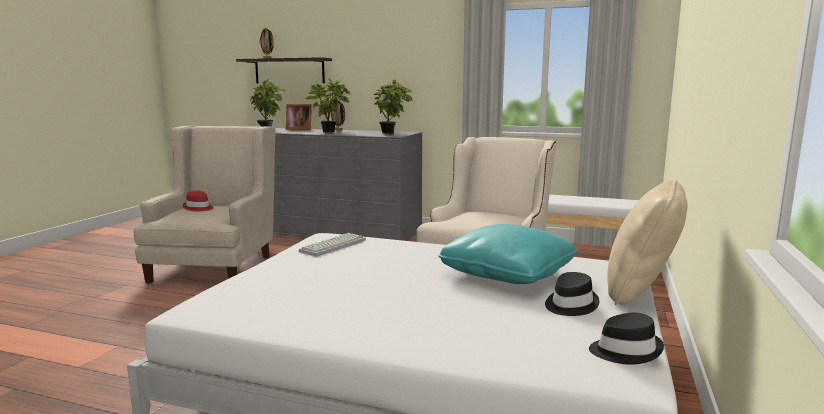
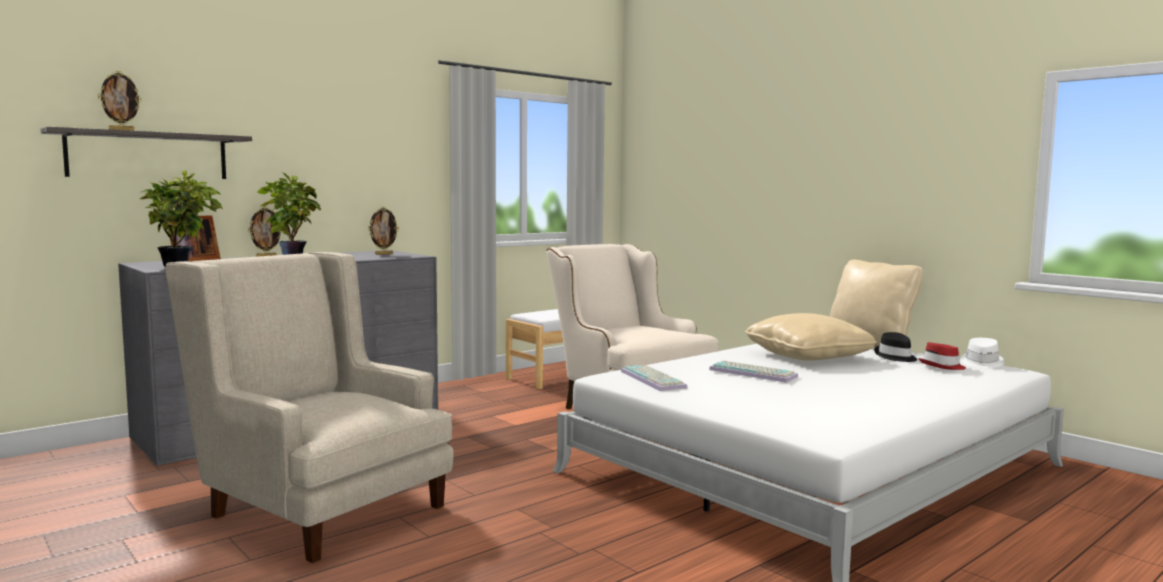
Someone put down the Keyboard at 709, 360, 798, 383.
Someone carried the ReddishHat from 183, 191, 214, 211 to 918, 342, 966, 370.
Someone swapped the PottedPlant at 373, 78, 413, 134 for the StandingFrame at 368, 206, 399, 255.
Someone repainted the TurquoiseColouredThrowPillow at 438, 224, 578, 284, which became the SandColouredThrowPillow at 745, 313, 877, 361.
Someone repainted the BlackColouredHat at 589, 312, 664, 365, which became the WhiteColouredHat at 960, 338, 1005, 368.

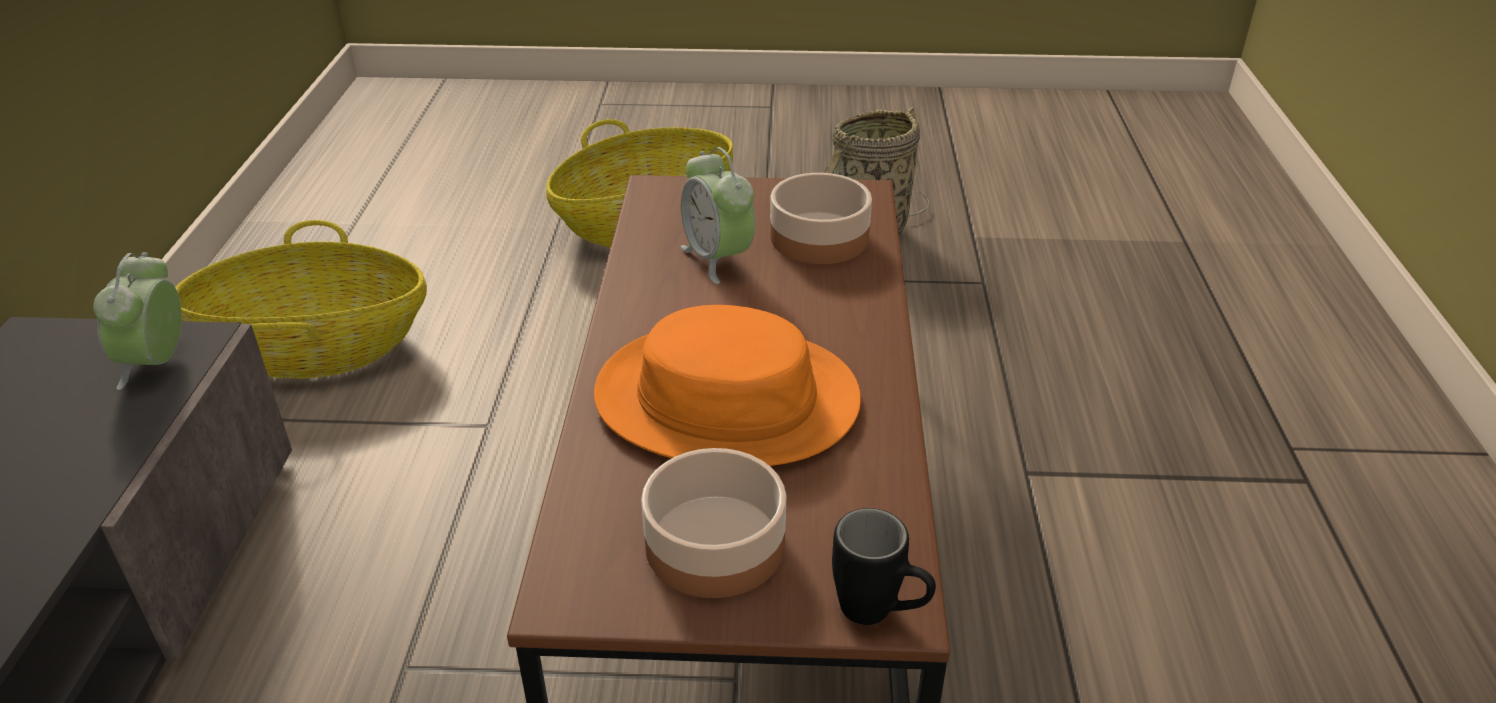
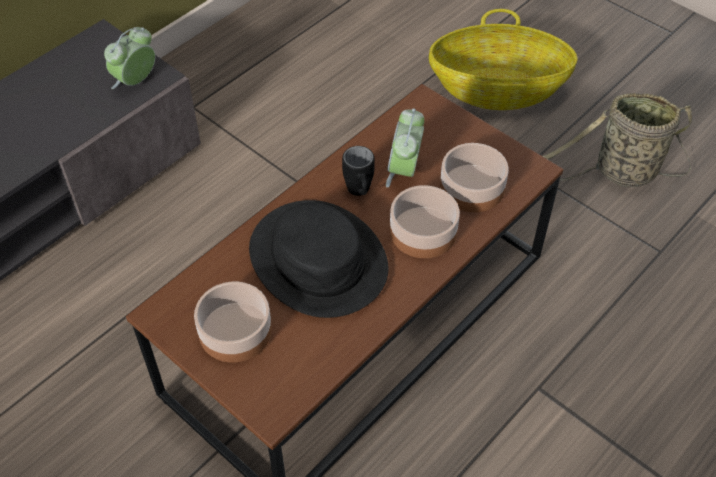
Someone took away the Basket at 175, 220, 427, 379.
Someone put down the ServingBowl at 390, 185, 460, 258.
Someone carried the BlackColouredCoffeeMug from 832, 508, 936, 625 to 342, 146, 375, 196.
Someone repainted the OrangeyHat at 594, 305, 861, 466, which became the BlackColouredHat at 249, 200, 389, 318.

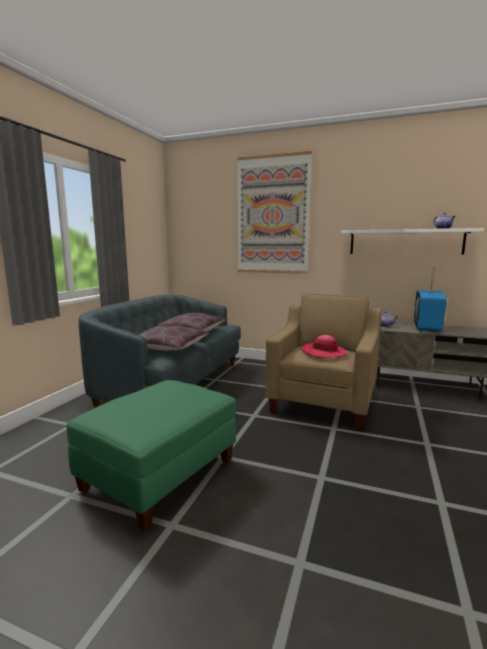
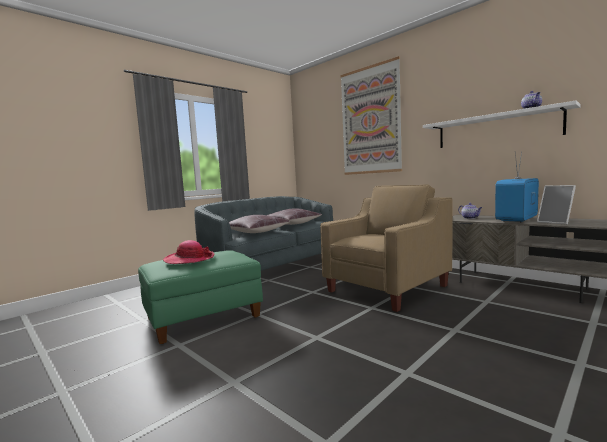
Someone put down the StandingFrame at 537, 185, 576, 225.
Someone carried the Hat from 301, 335, 347, 358 to 163, 240, 215, 264.

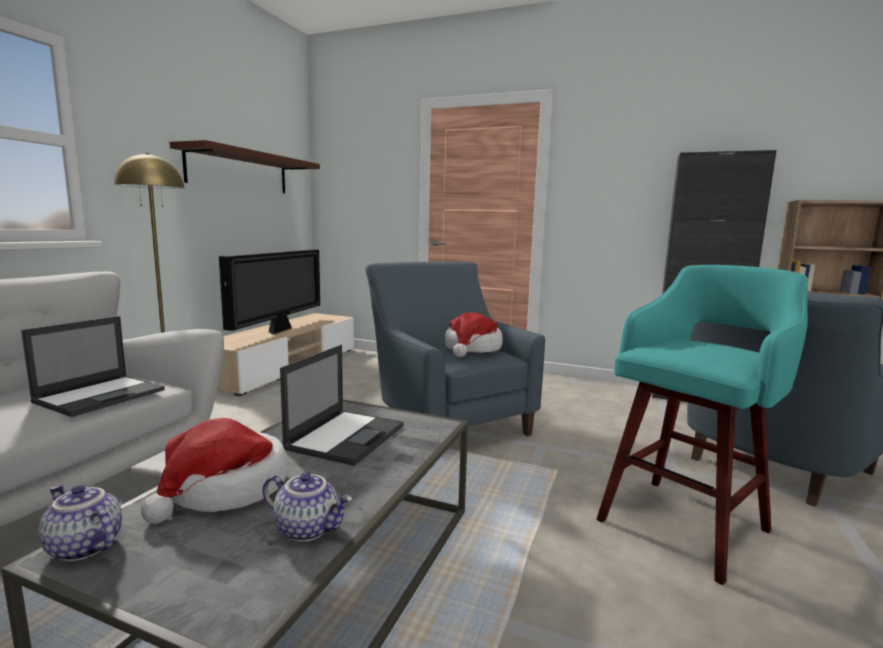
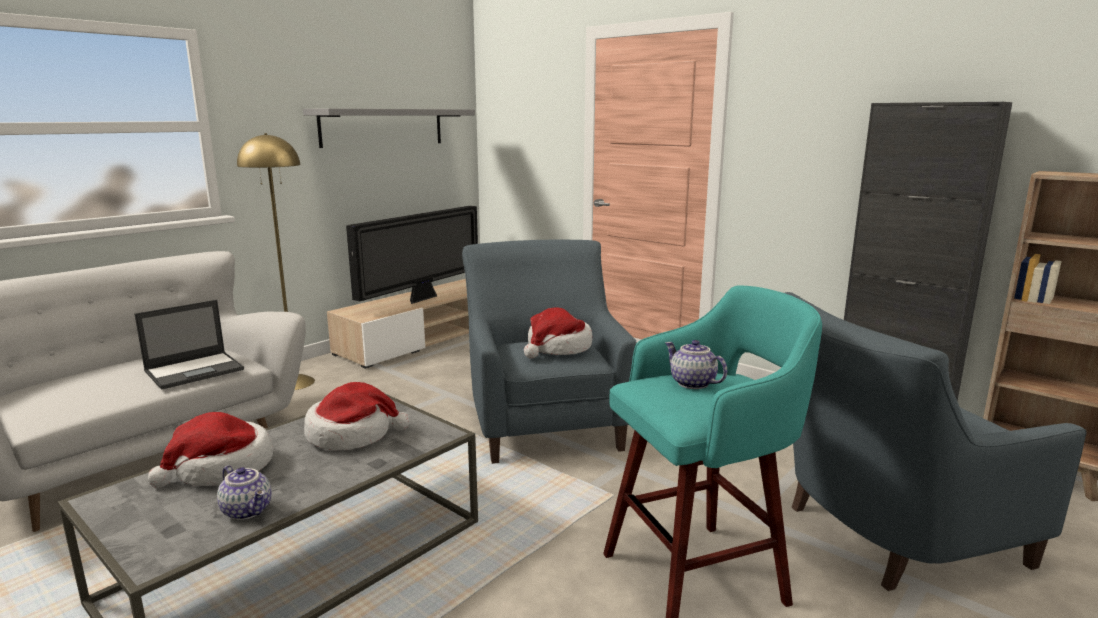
Someone carried the TeaPot from 39, 485, 122, 561 to 665, 340, 728, 389.
Someone swapped the Laptop at 280, 345, 404, 466 for the Hat at 304, 382, 409, 451.
Someone repainted the BrownColouredBracketShelf at 169, 140, 320, 193, which became the GreyishBracketShelf at 303, 108, 475, 148.

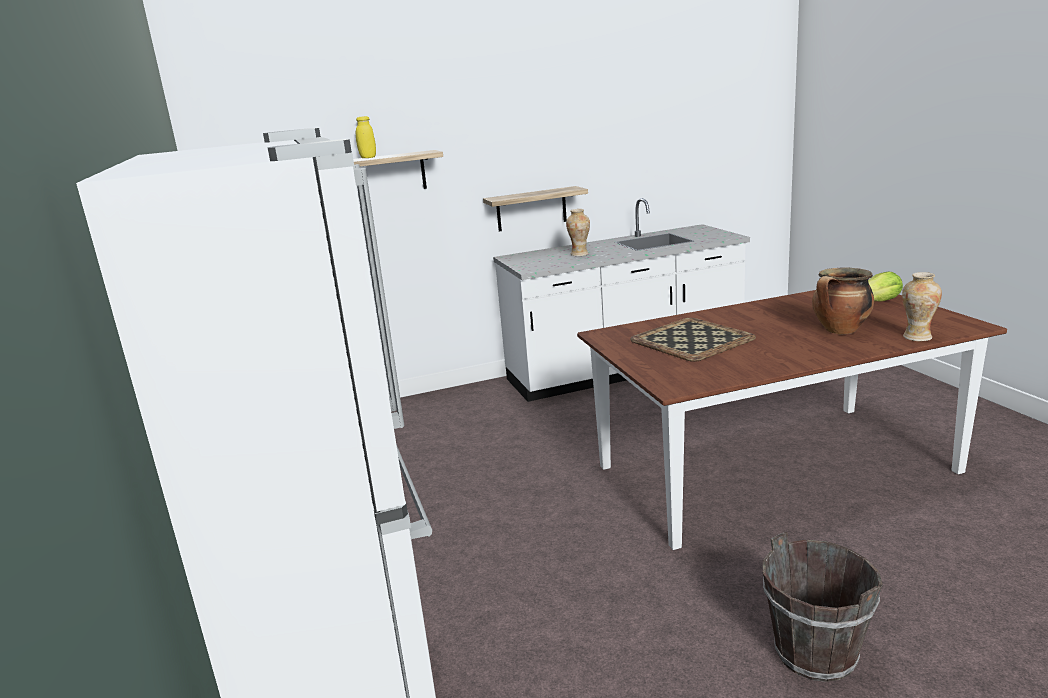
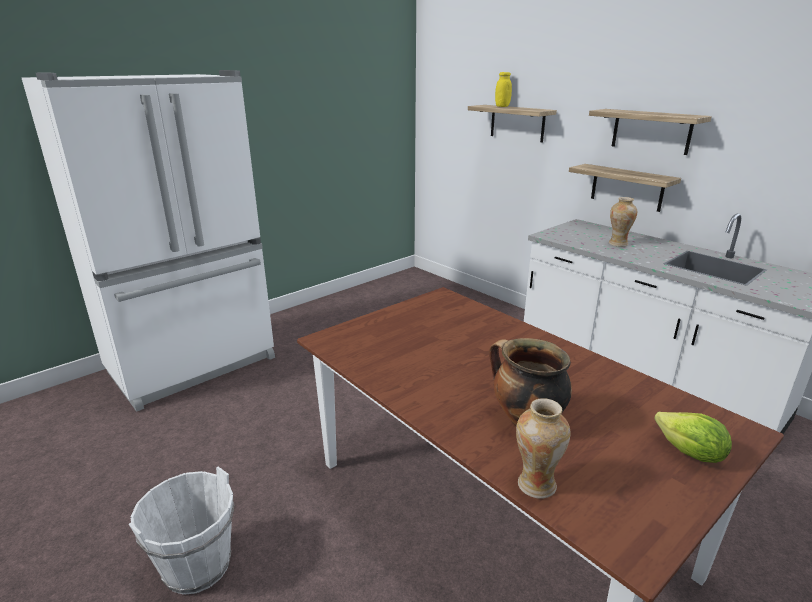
Someone took away the Tray at 630, 318, 756, 362.
Someone put up the BracketShelf at 589, 109, 712, 155.
Someone repainted the BrownColouredWaterBucket at 762, 532, 883, 682, which became the WhiteColouredWaterBucket at 129, 467, 234, 595.

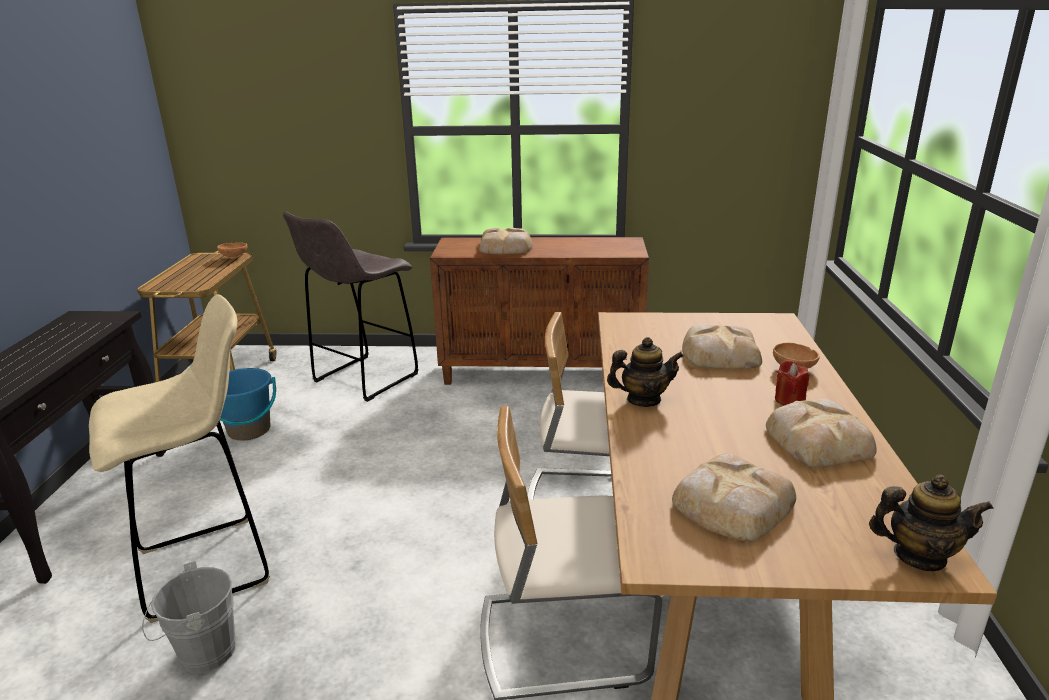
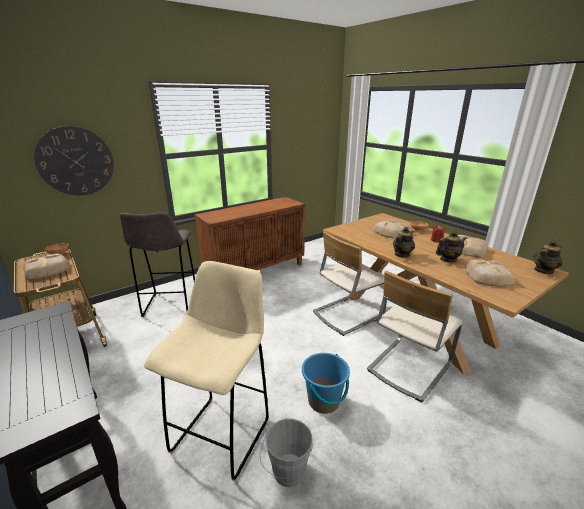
Someone put up the ClockOnTheWall at 34, 126, 114, 195.
Someone put down the TeaPot at 436, 231, 467, 263.
Someone carried the BluishWaterBucket from 220, 368, 276, 440 to 302, 353, 350, 414.
Someone carried the Bread from 479, 228, 533, 254 to 23, 254, 70, 279.

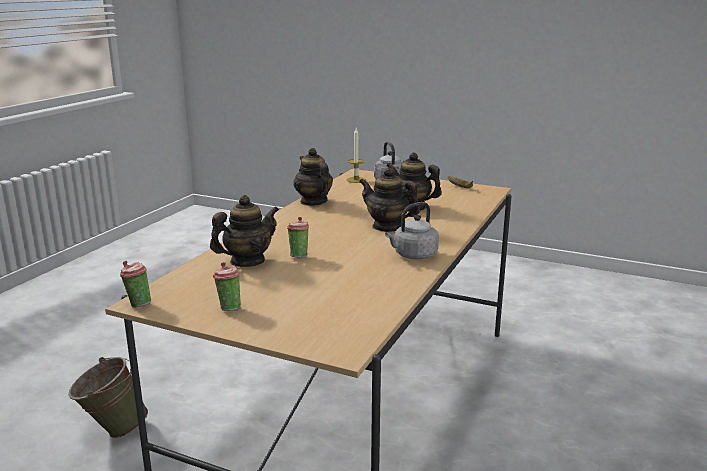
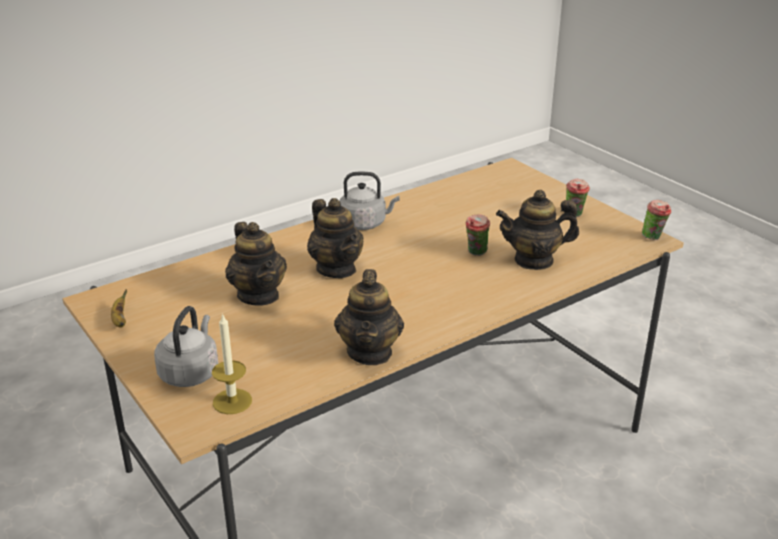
Someone took away the GreenWaterBucket at 68, 357, 148, 438.

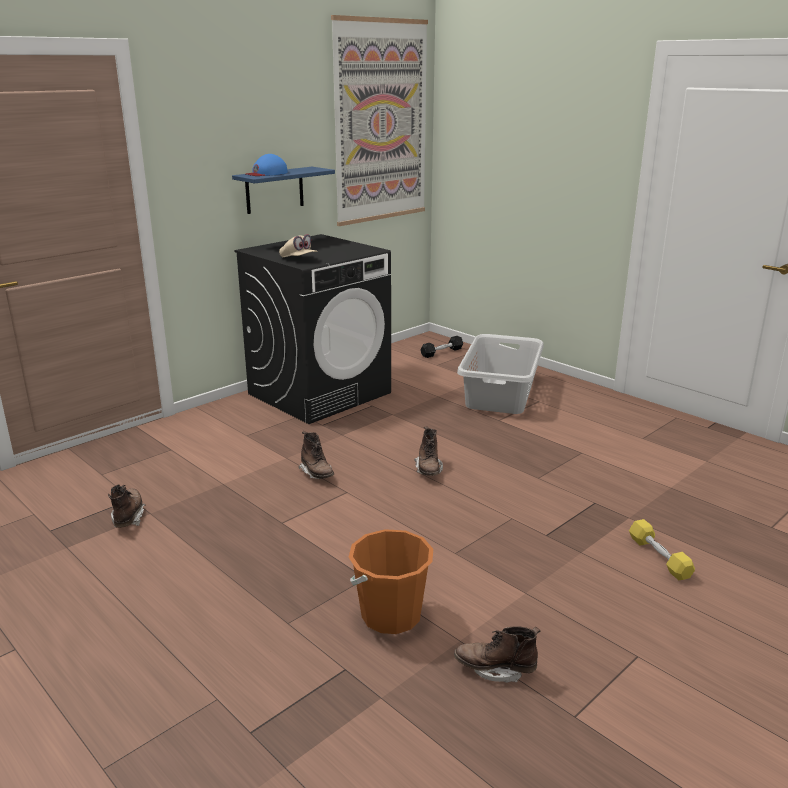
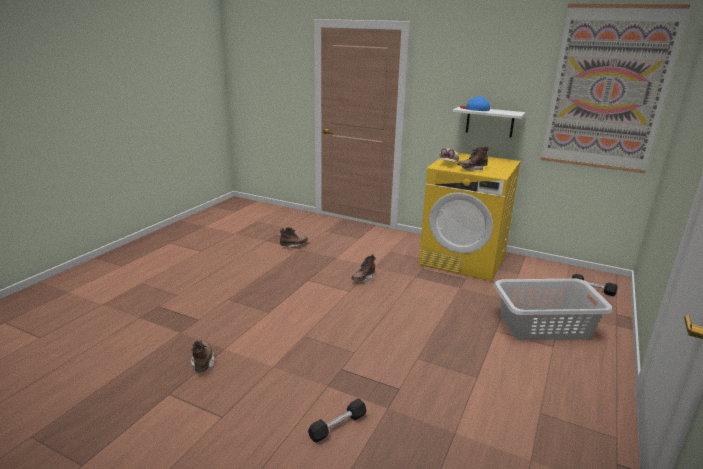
Someone took away the OrangeyWaterBucket at 349, 529, 433, 634.
Someone carried the BrownColouredTallBoot from 414, 426, 443, 476 to 457, 146, 489, 171.
Someone repainted the BluishBracketShelf at 232, 167, 335, 214, which became the WhiteColouredBracketShelf at 453, 106, 526, 138.
Someone repainted the BlackColouredLaundryMachine at 234, 234, 391, 424, which became the YellowishLaundryMachine at 419, 153, 521, 282.
Someone repainted the YellowishFreeWeight at 629, 519, 695, 580, which became the BlackColouredFreeWeight at 308, 398, 367, 443.

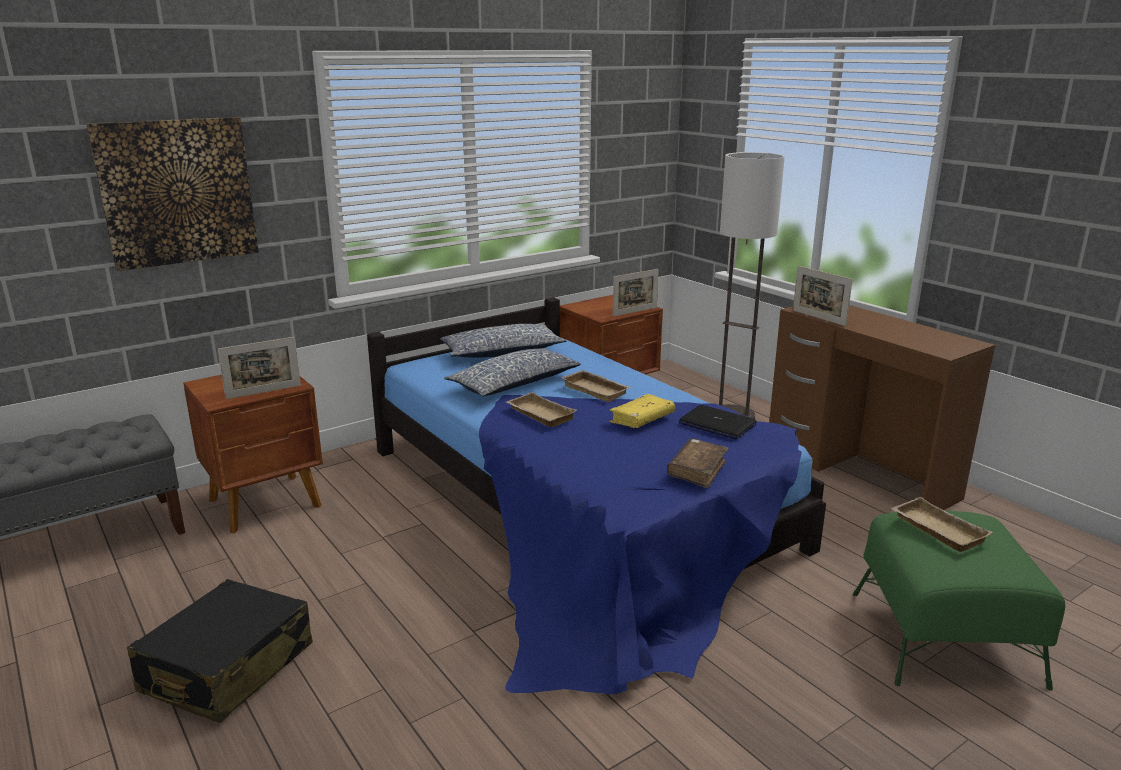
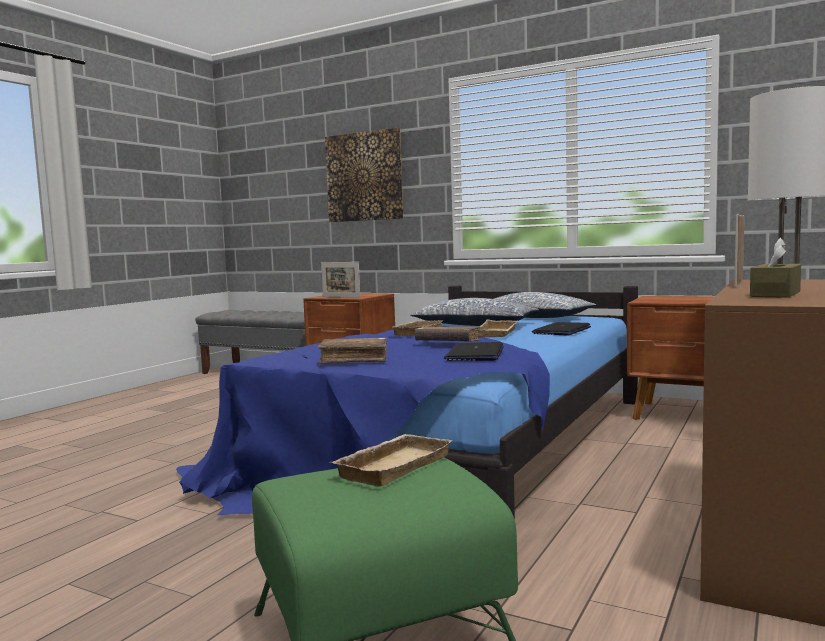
Someone took away the BlackColouredPieceOfLuggage at 127, 579, 313, 723.
Someone took away the StandingFrame at 613, 269, 659, 317.
Someone put down the Laptop at 532, 322, 591, 336.
Someone put down the BrownColouredTissueBox at 750, 238, 801, 298.
Someone repainted the YellowishBook at 609, 394, 675, 428, which became the BrownColouredBook at 415, 326, 481, 342.

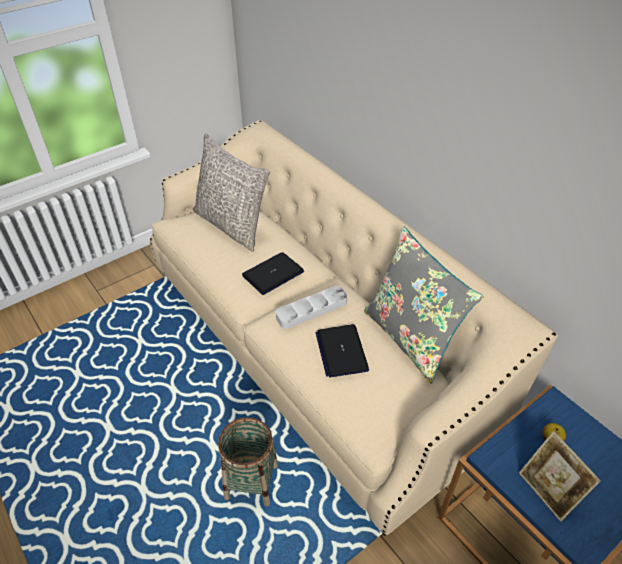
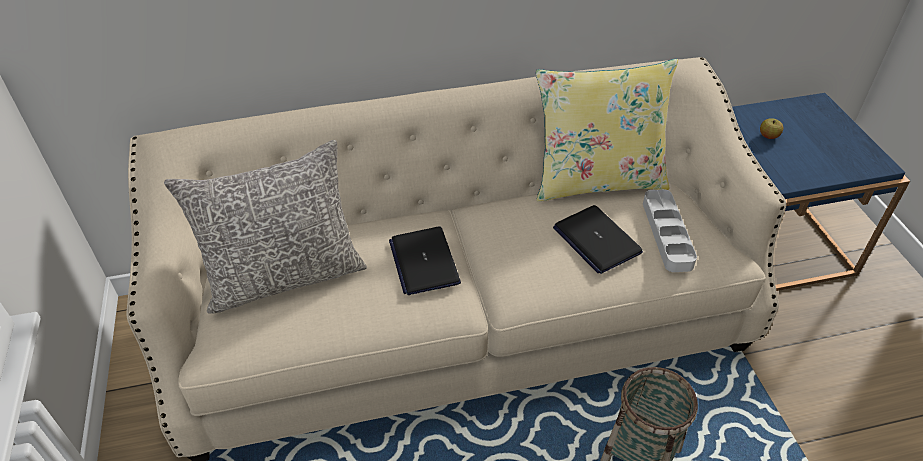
Someone took away the StandingFrame at 519, 431, 601, 522.
Someone carried the GreyishTray from 276, 286, 347, 329 to 643, 189, 697, 272.
Someone repainted the GreyishThrowPillow at 364, 227, 483, 384, which became the YellowishThrowPillow at 536, 59, 678, 202.
Someone rotated the Laptop at 315, 324, 369, 378 by 45 degrees clockwise.

